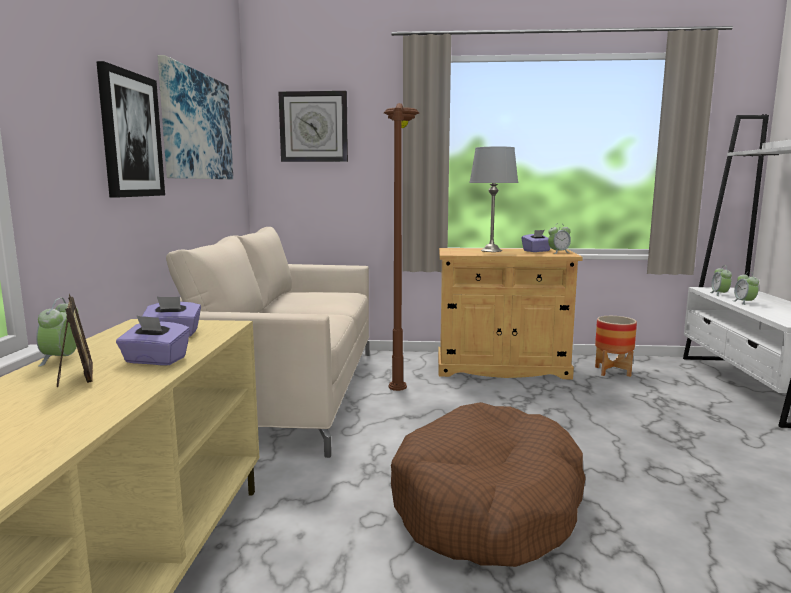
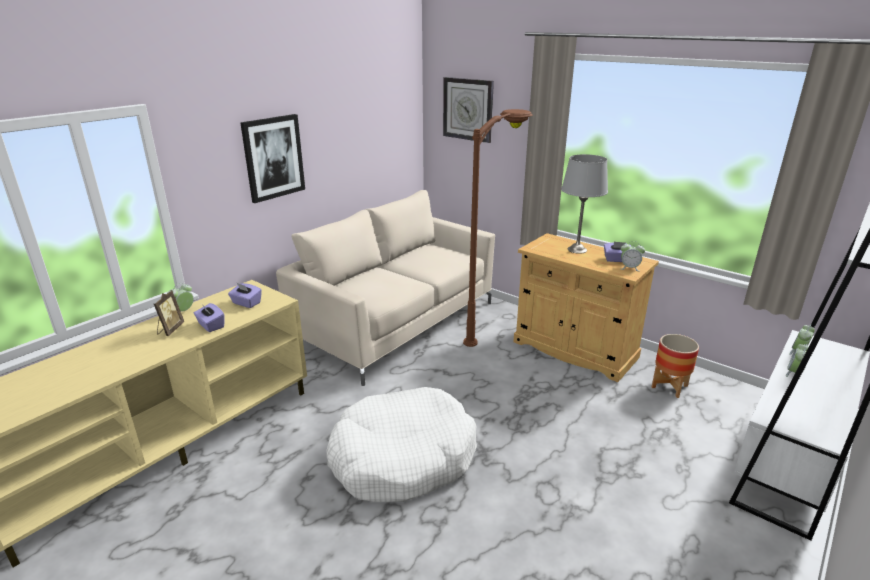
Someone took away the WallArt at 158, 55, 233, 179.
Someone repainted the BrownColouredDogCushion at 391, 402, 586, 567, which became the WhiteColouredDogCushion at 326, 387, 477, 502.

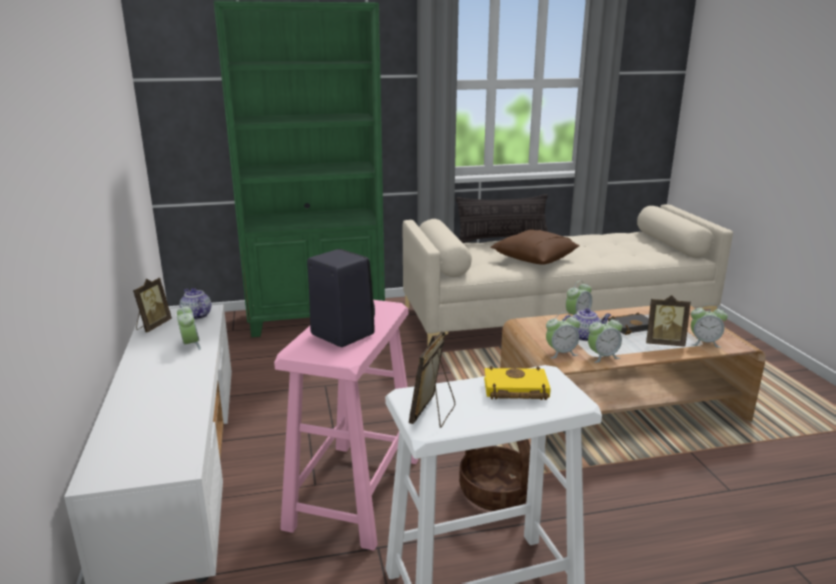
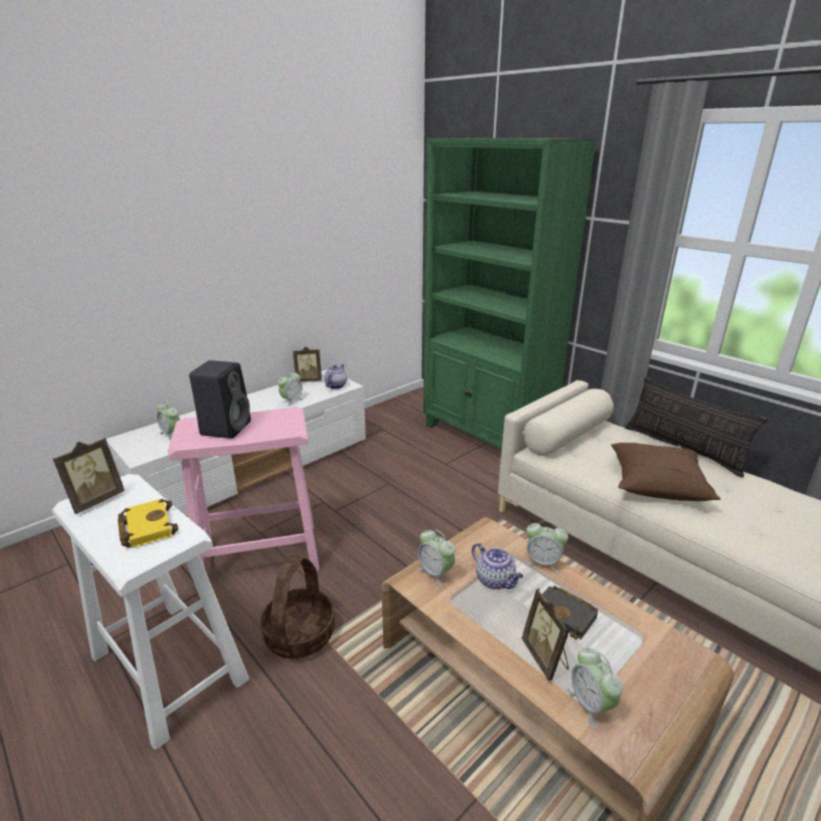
Someone carried the AlarmClock from 588, 315, 622, 363 to 157, 401, 180, 441.
Someone rotated the StandingFrame at 409, 331, 455, 428 by 135 degrees clockwise.

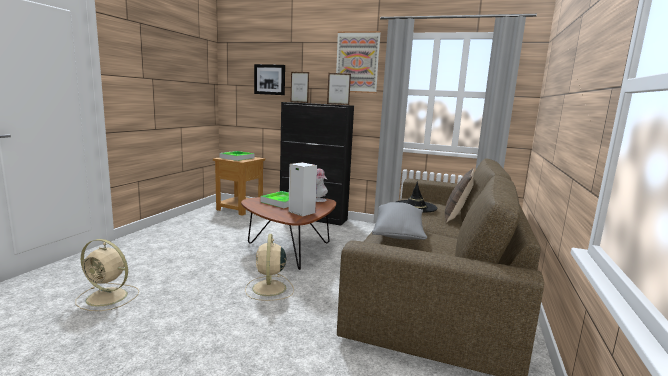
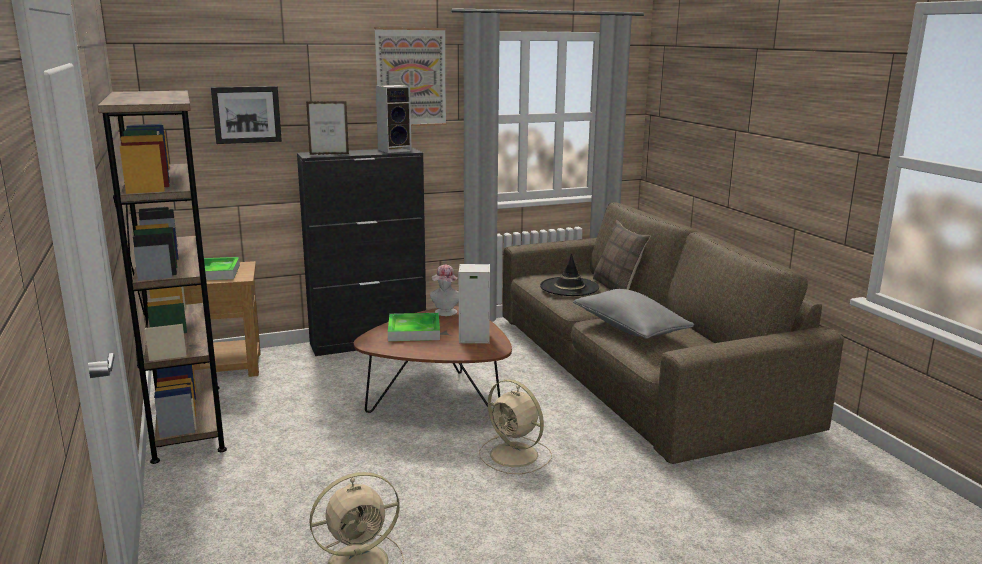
Someone put down the BrownColouredShelvingUnit at 98, 91, 227, 464.
Someone swapped the StandingFrame at 327, 73, 351, 105 for the AudioSpeaker at 376, 85, 412, 153.

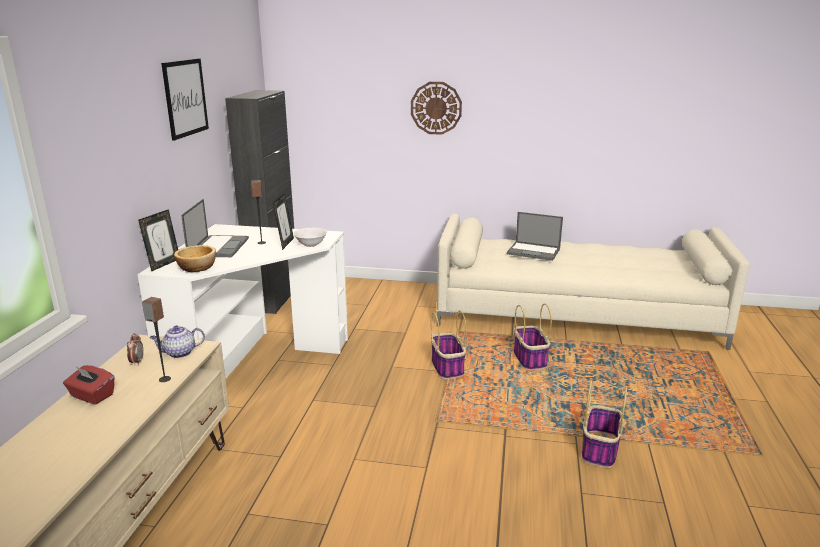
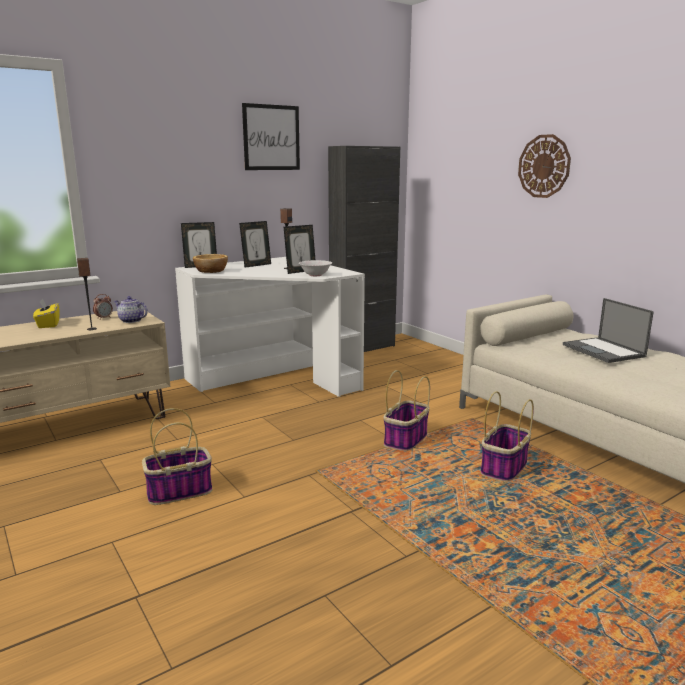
Someone carried the Basket from 582, 380, 627, 468 to 142, 408, 212, 505.
Someone swapped the Laptop at 181, 199, 249, 257 for the StandingFrame at 239, 221, 271, 268.
Someone repainted the ReddishTissueBox at 63, 365, 114, 405, which became the YellowishTissueBox at 33, 298, 60, 328.

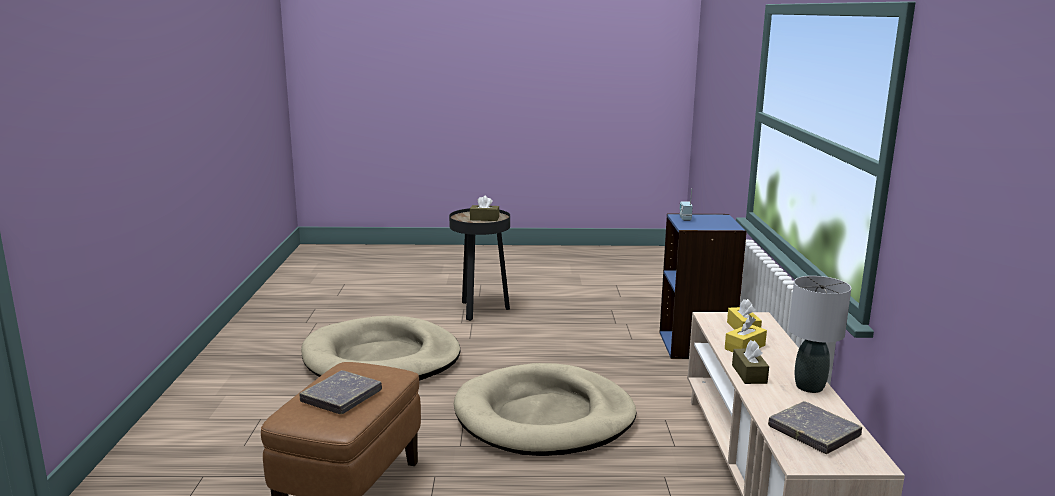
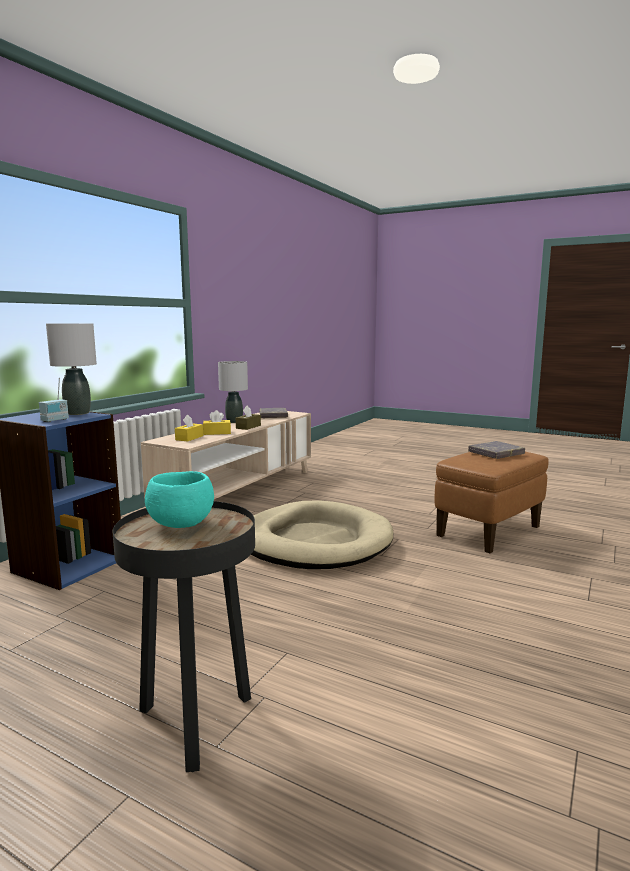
Someone took away the SandColouredDogCushion at 301, 316, 460, 381.
Someone put down the GreyishTabletopLamp at 46, 323, 97, 415.
Someone swapped the BrownColouredTissueBox at 470, 196, 499, 221 for the TurquoiseColouredServingBowl at 145, 471, 214, 528.

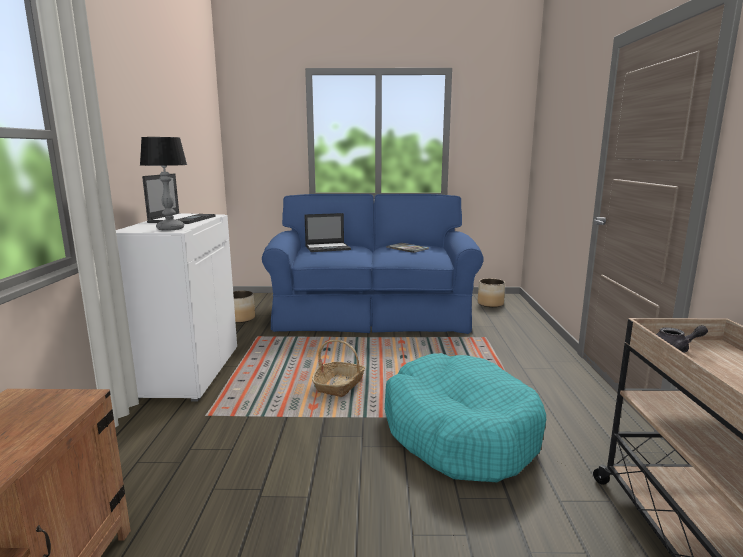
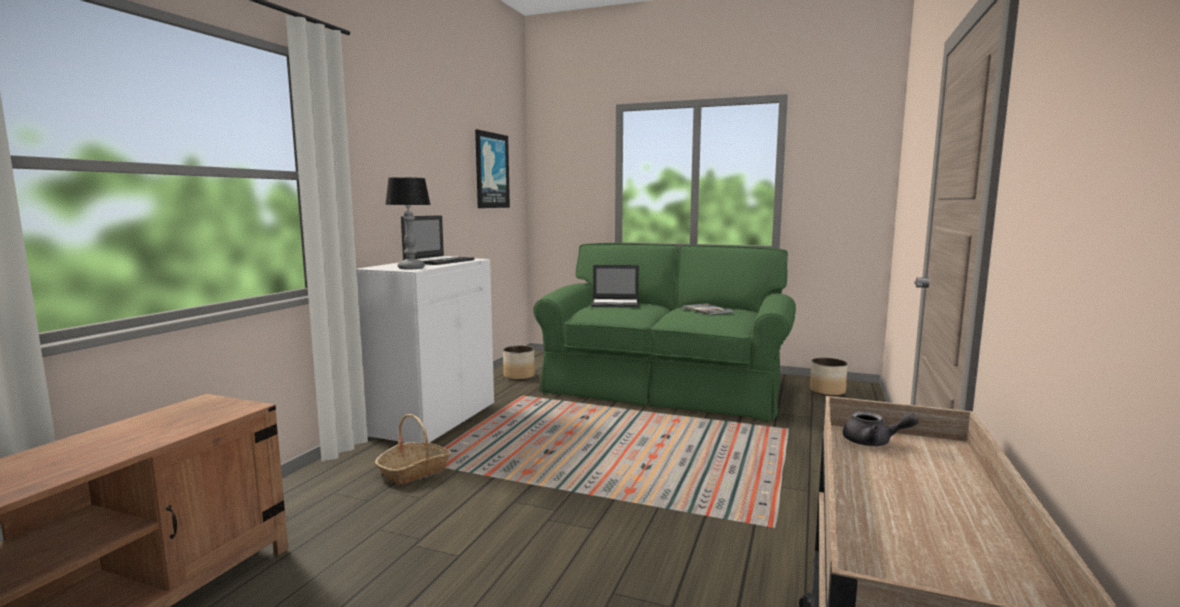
Someone took away the TurquoiseColouredDogCushion at 385, 353, 546, 482.
Someone put up the WallArt at 475, 129, 510, 208.
Someone carried the Basket from 312, 340, 365, 397 to 375, 414, 451, 485.
Someone repainted the BluishSettee at 262, 194, 483, 334, which became the GreenSettee at 534, 243, 796, 422.

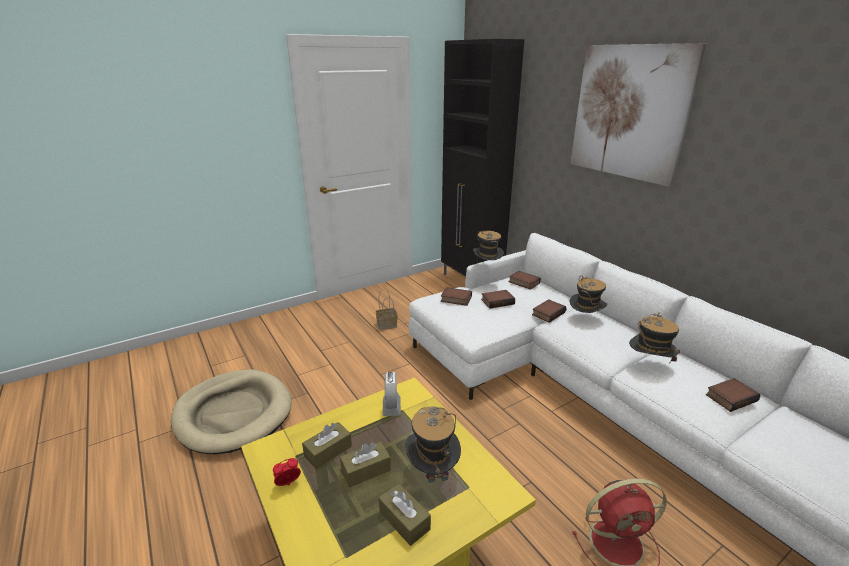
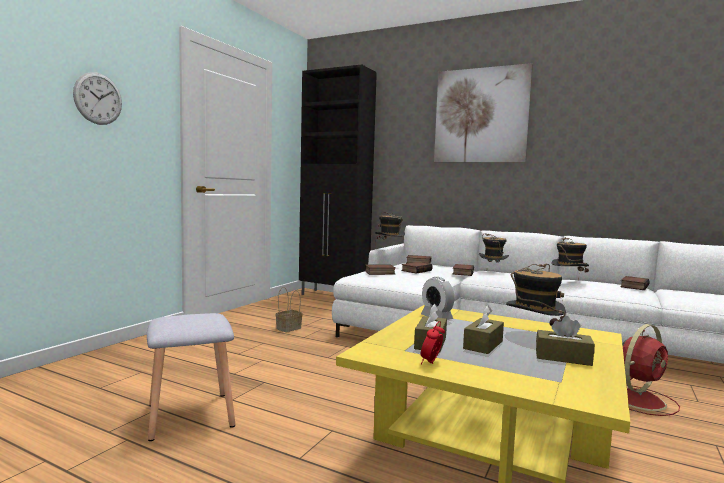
Someone put up the ClockOnTheWall at 73, 72, 122, 125.
Someone swapped the SandColouredDogCushion at 171, 370, 292, 454 for the GreyishStool at 147, 313, 235, 441.

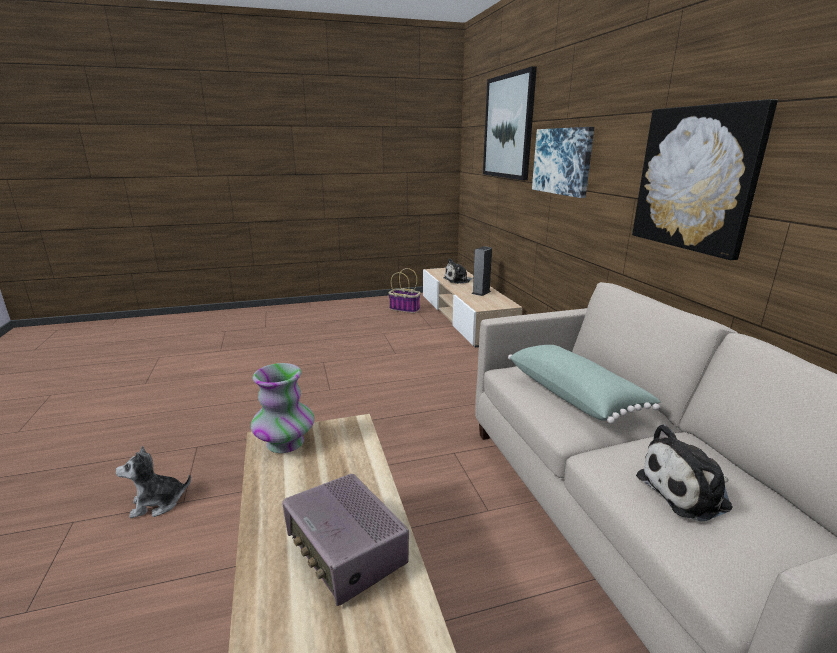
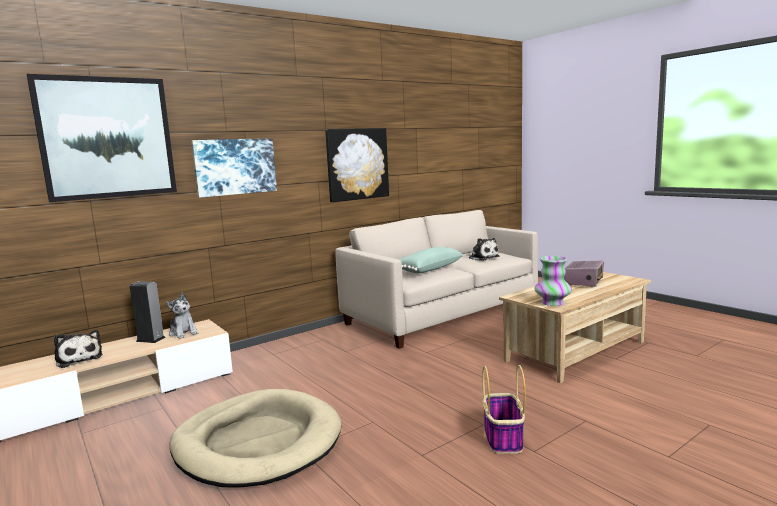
Someone put down the SandColouredDogCushion at 170, 389, 341, 488.
Someone carried the SoftToy from 115, 446, 191, 518 to 166, 292, 198, 339.
Someone carried the Basket from 388, 268, 421, 313 to 483, 365, 526, 454.

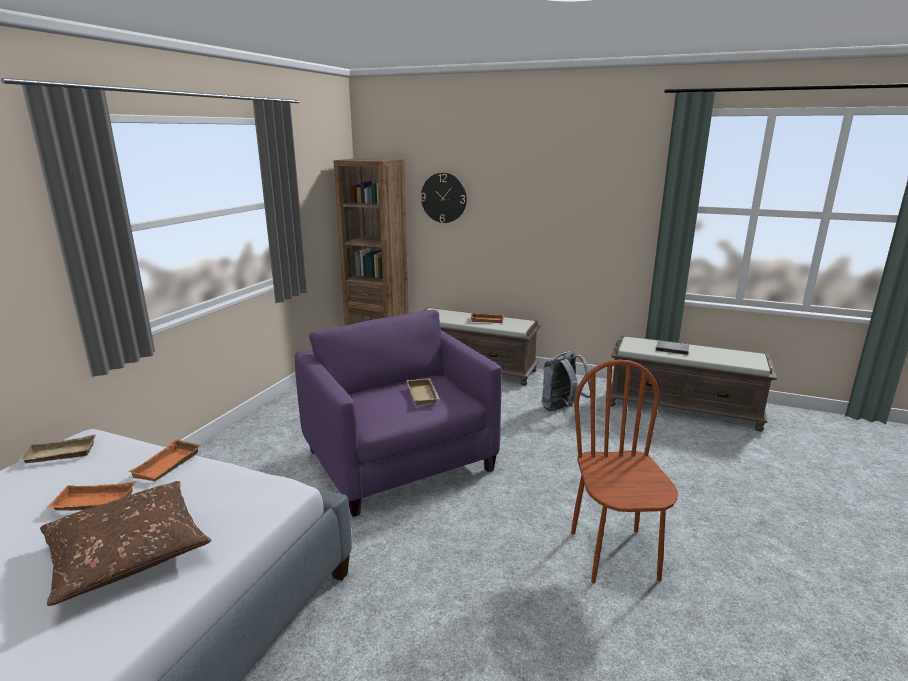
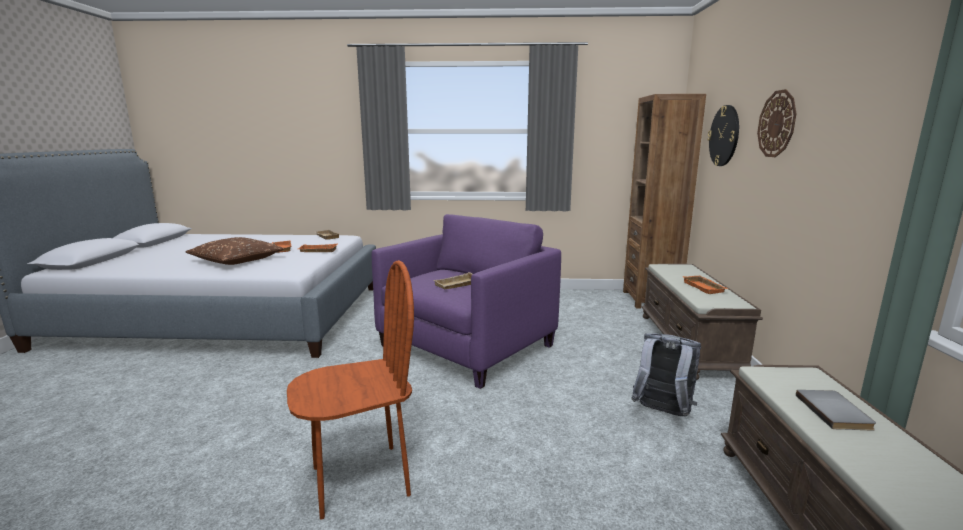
Someone put up the ClockOnTheWall at 757, 89, 796, 157.

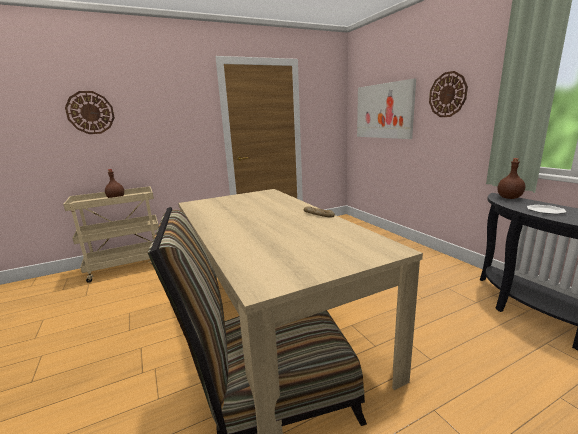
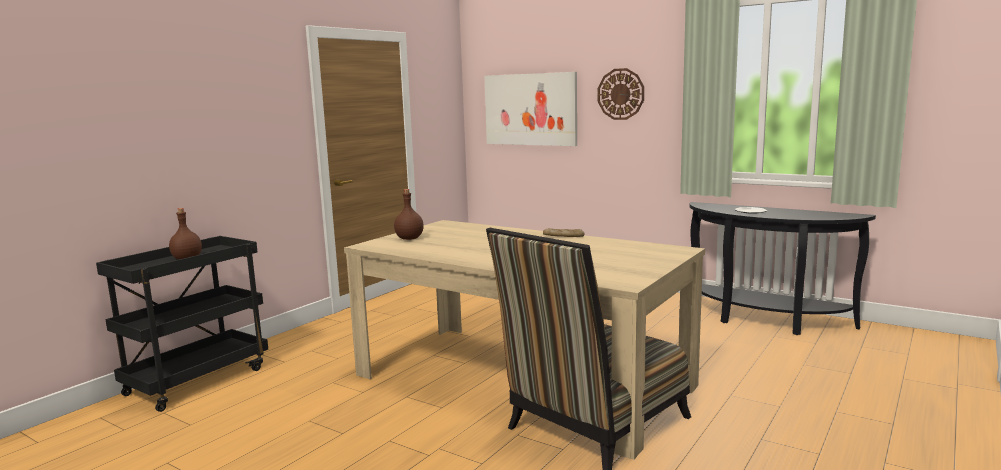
Someone took away the ClockOnTheWall at 65, 91, 115, 134.
Someone carried the BrownColouredBeverageBottle from 497, 158, 525, 199 to 394, 189, 424, 240.
Someone repainted the SandColouredCart at 63, 186, 159, 283, which became the BlackColouredCart at 96, 236, 268, 412.

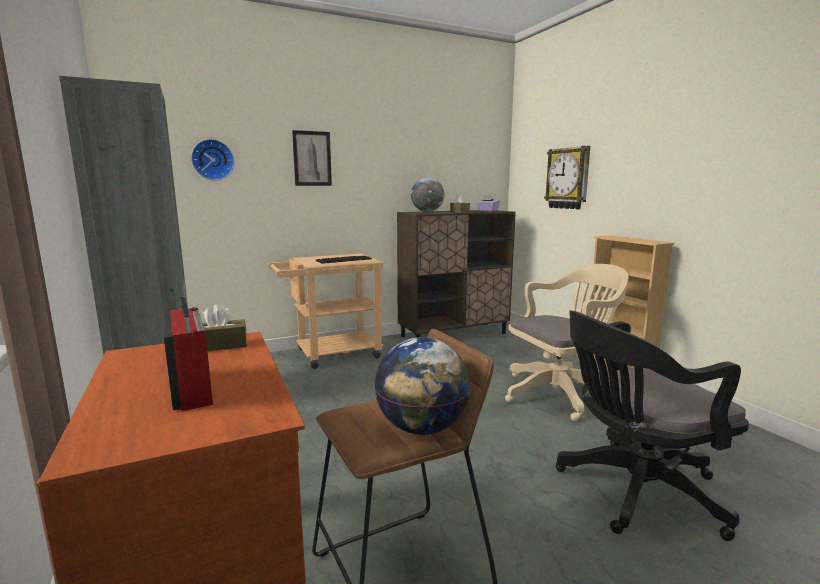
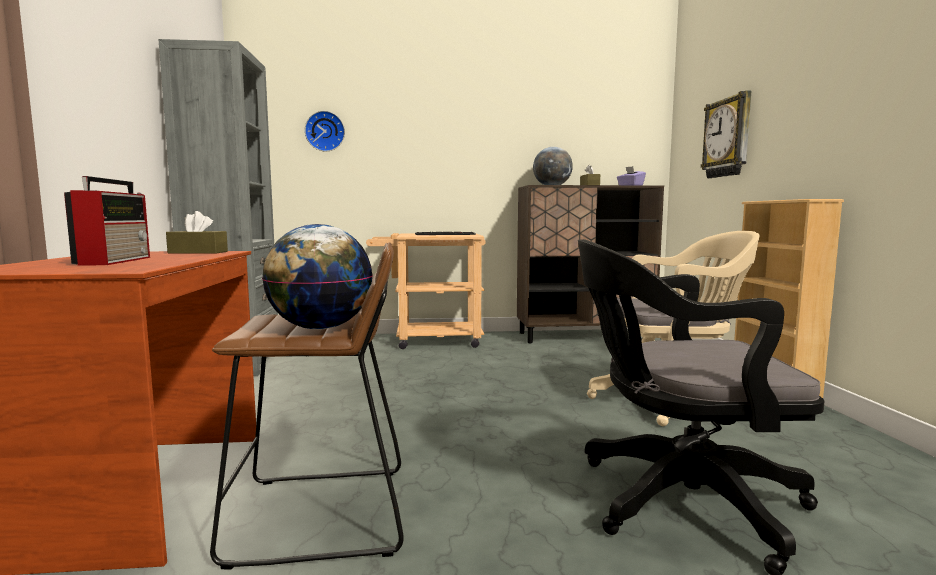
Someone took away the WallArt at 292, 130, 332, 186.

